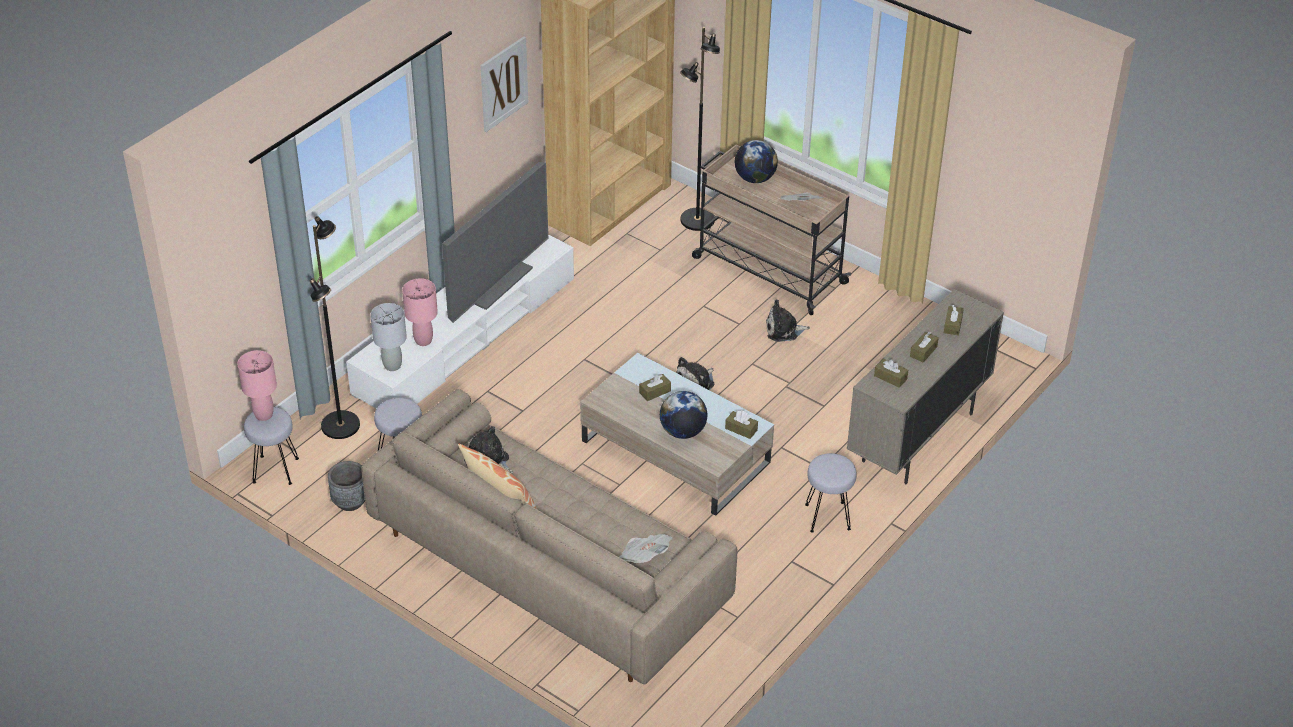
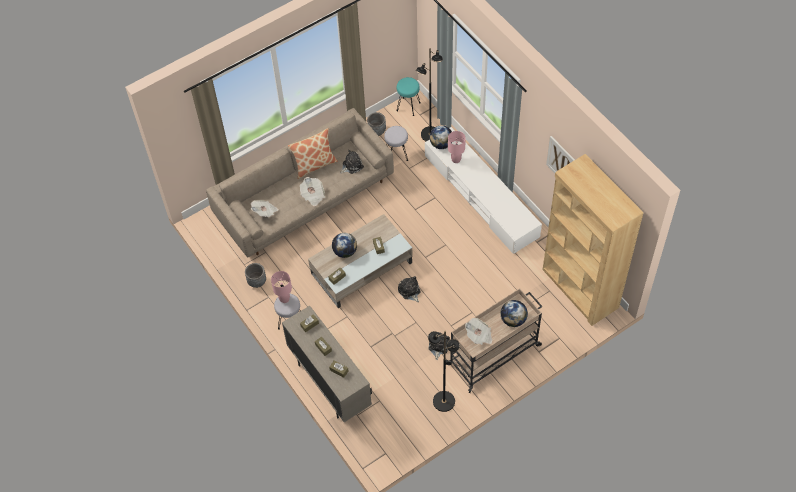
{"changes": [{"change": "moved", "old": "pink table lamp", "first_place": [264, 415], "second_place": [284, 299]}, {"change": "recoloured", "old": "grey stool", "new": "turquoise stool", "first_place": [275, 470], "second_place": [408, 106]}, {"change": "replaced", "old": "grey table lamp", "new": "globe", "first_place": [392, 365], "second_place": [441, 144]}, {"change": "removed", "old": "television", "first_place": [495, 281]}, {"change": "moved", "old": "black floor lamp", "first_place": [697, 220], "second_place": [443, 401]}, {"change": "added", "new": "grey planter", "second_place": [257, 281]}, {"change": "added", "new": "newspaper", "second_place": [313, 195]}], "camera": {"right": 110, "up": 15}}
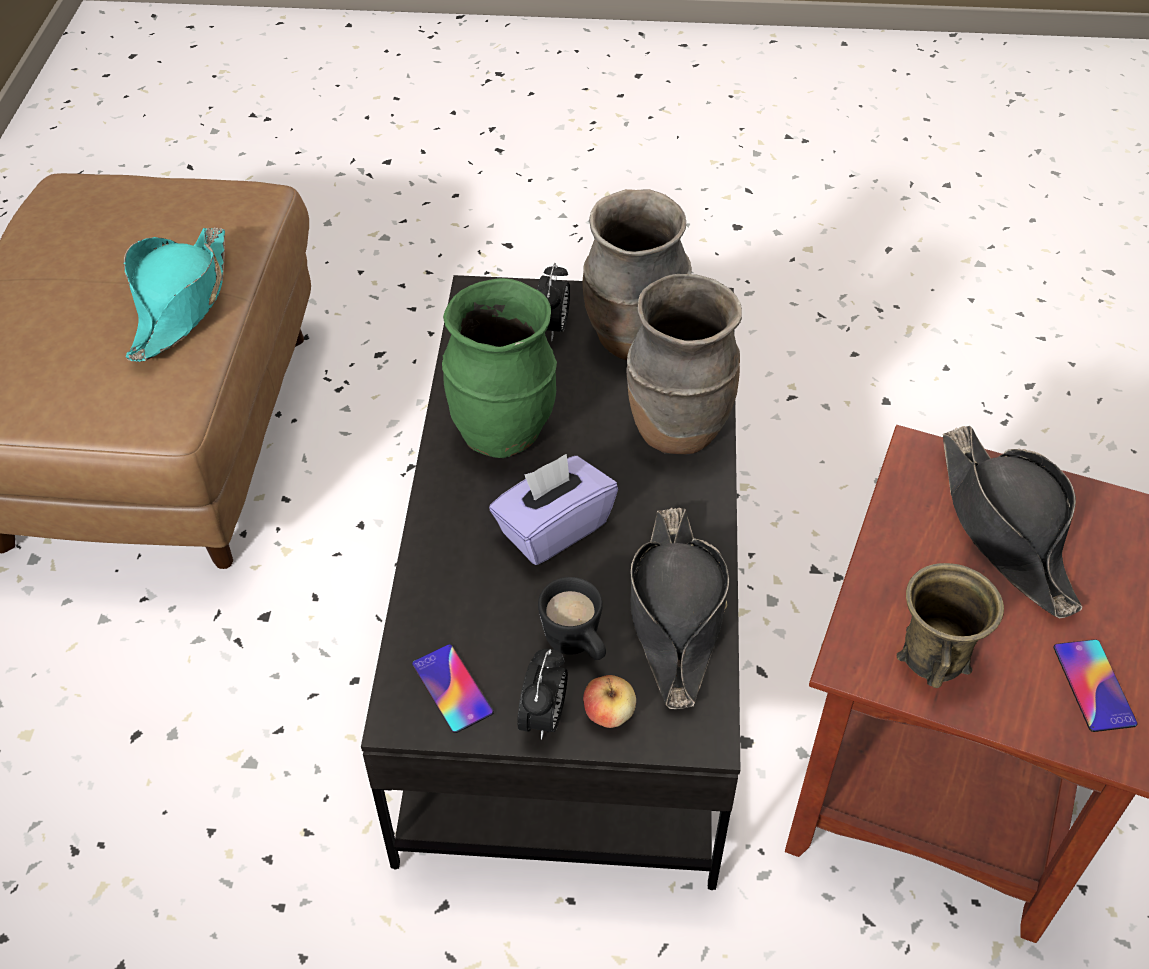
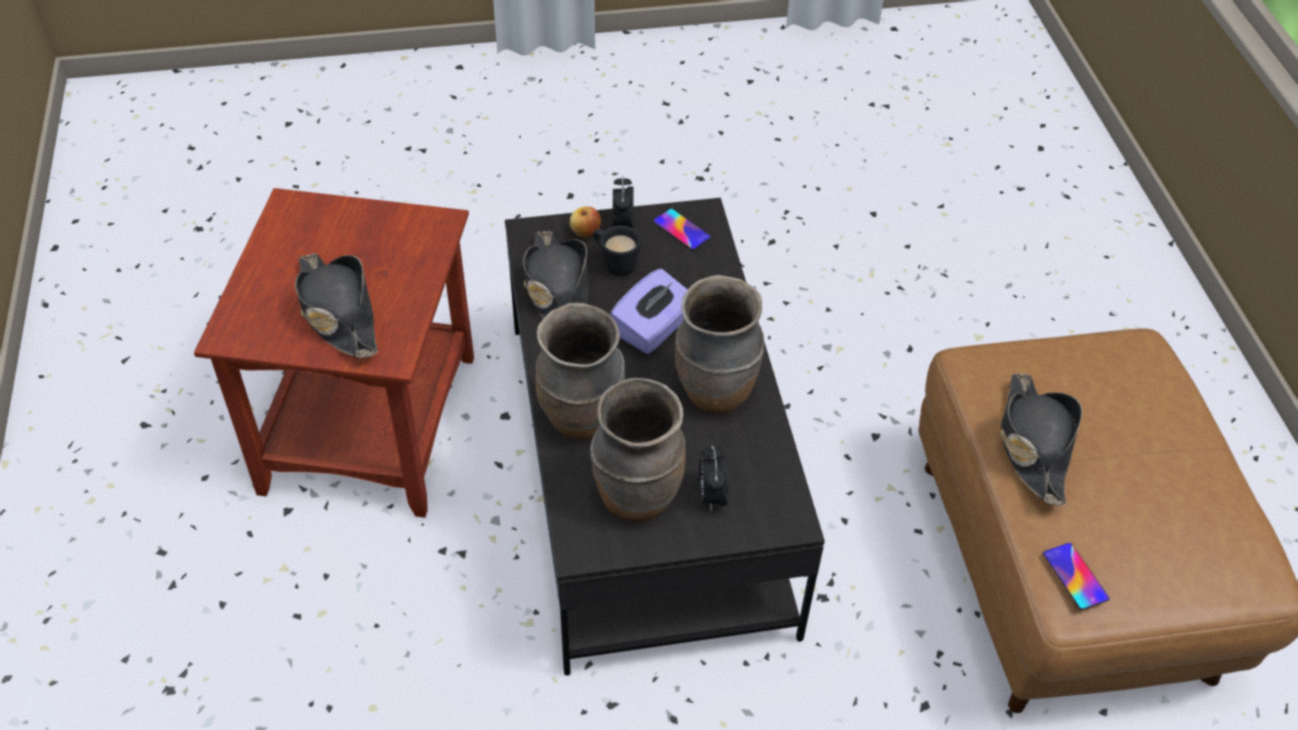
{"changes": [{"change": "recoloured", "old": "turquoise hat", "new": "black hat", "first_place": [180, 304], "second_place": [1033, 444]}, {"change": "recoloured", "old": "green vase", "new": "brown vase", "first_place": [503, 433], "second_place": [715, 392]}, {"change": "removed", "old": "brown mug", "first_place": [935, 656]}, {"change": "moved", "old": "phone", "first_place": [1093, 685], "second_place": [1075, 576]}], "camera": {"right": 165, "up": 0}}
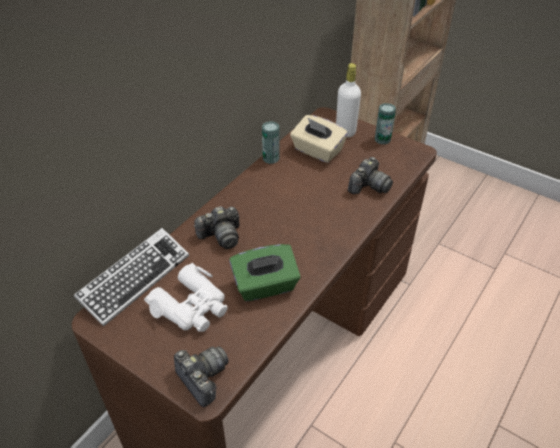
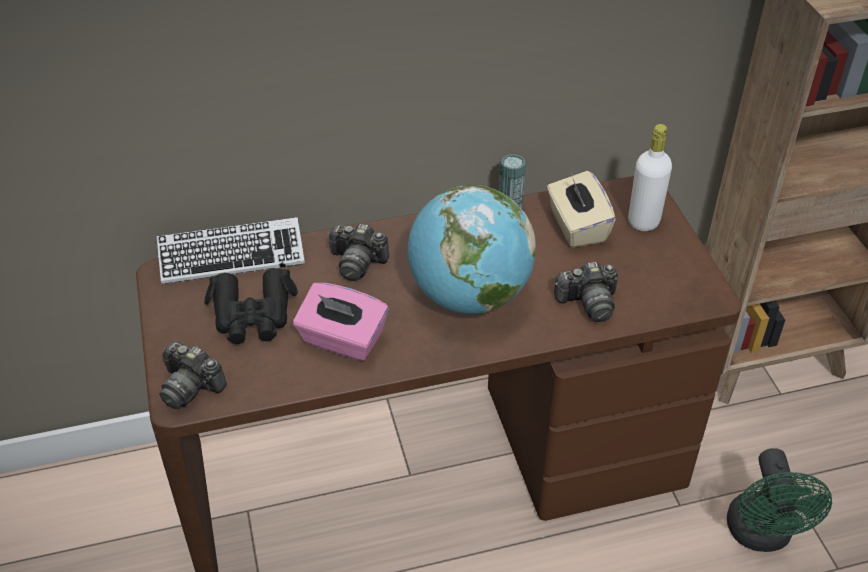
{"changes": [{"change": "recoloured", "old": "white binoculars", "new": "black binoculars", "first_place": [192, 307], "second_place": [253, 315]}, {"change": "turned", "old": "photo camera", "first_place": [203, 378], "second_place": [190, 386], "degrees": 120}, {"change": "recoloured", "old": "green tissue box", "new": "pink tissue box", "first_place": [265, 286], "second_place": [342, 340]}, {"change": "removed", "old": "can", "first_place": [382, 139]}, {"change": "added", "new": "globe", "second_place": [469, 296]}, {"change": "added", "new": "green fan", "second_place": [761, 535]}], "camera": {"right": 40, "up": 0}}
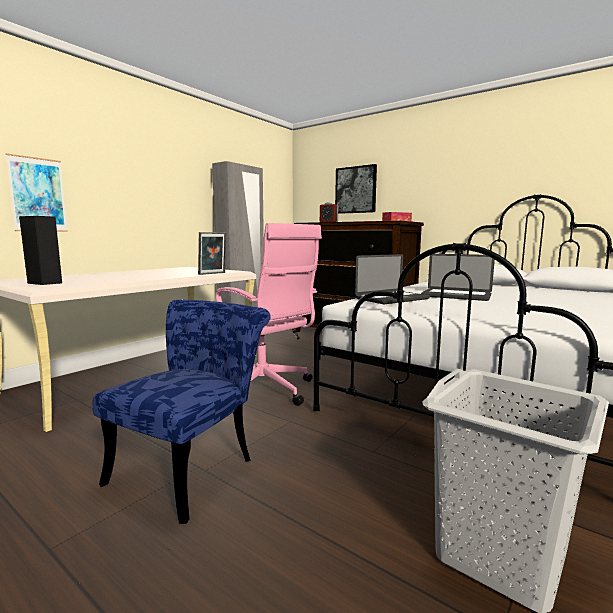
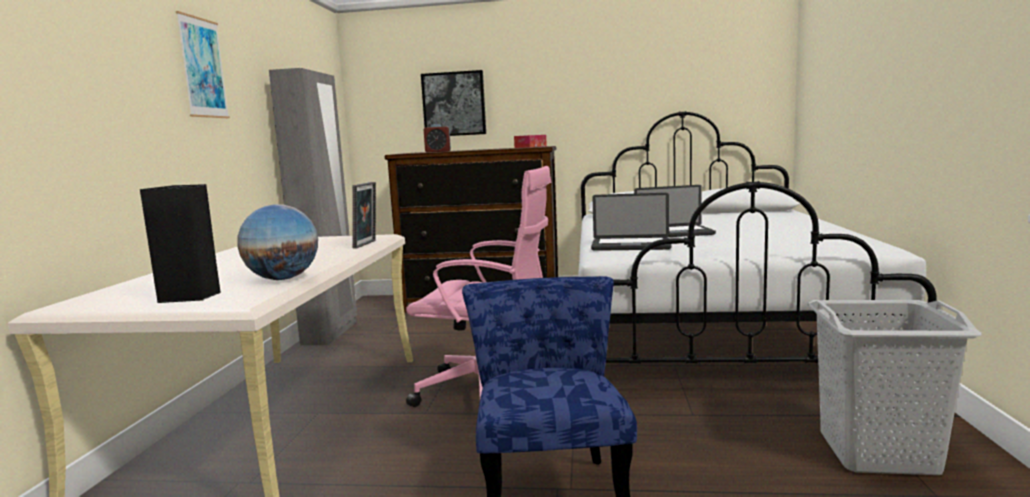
{"changes": [{"change": "moved", "old": "picture", "first_place": [38, 195], "second_place": [203, 68]}, {"change": "turned", "old": "laptop", "first_place": [392, 299], "second_place": [630, 246], "degrees": 75}, {"change": "added", "new": "globe", "second_place": [282, 279]}], "camera": {"right": -30, "up": 0}}
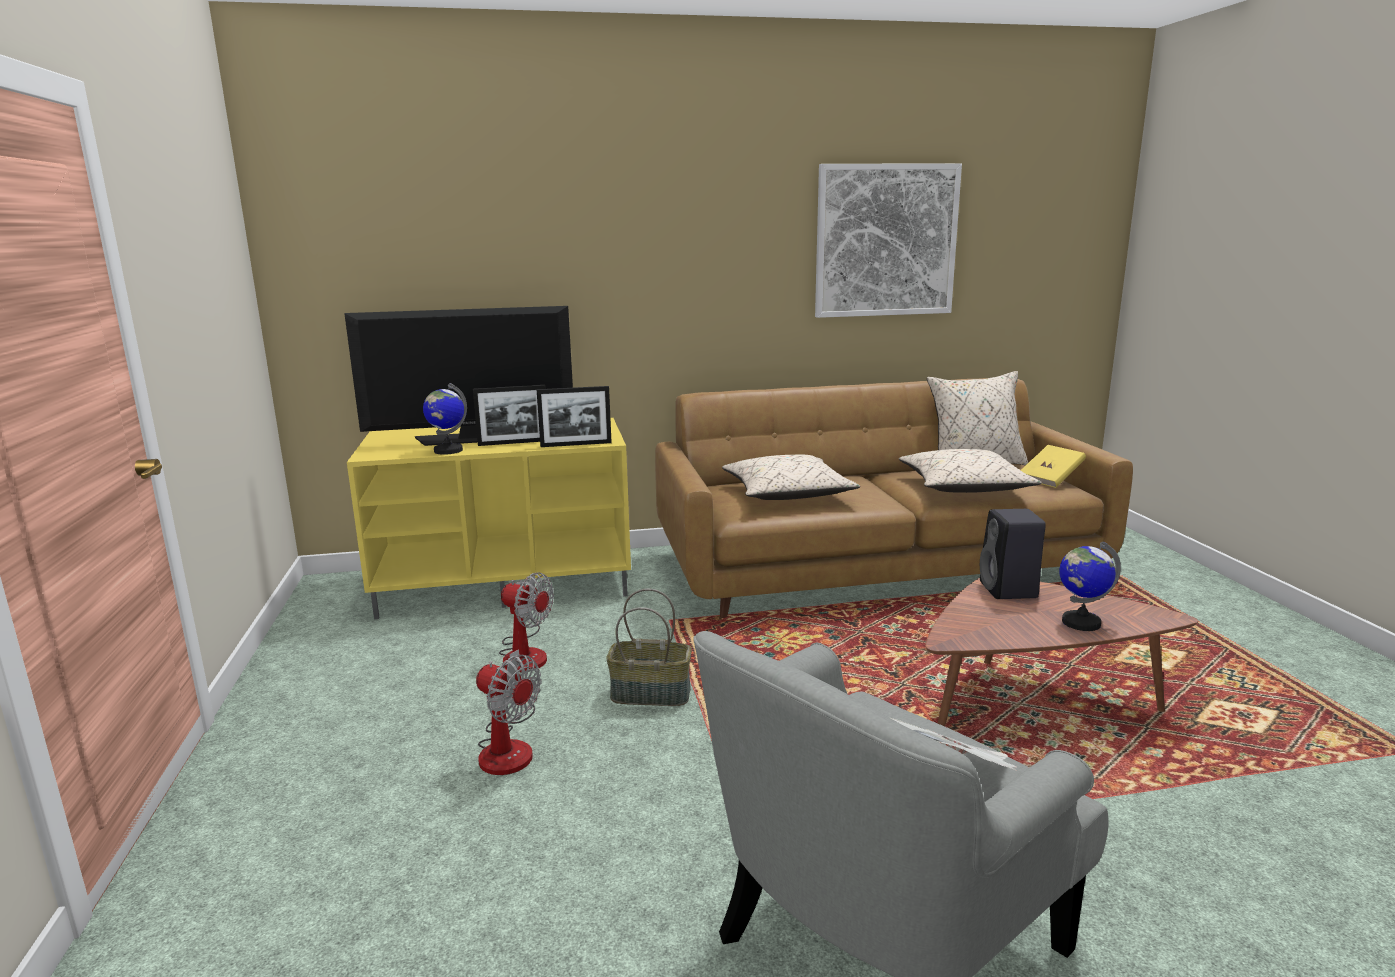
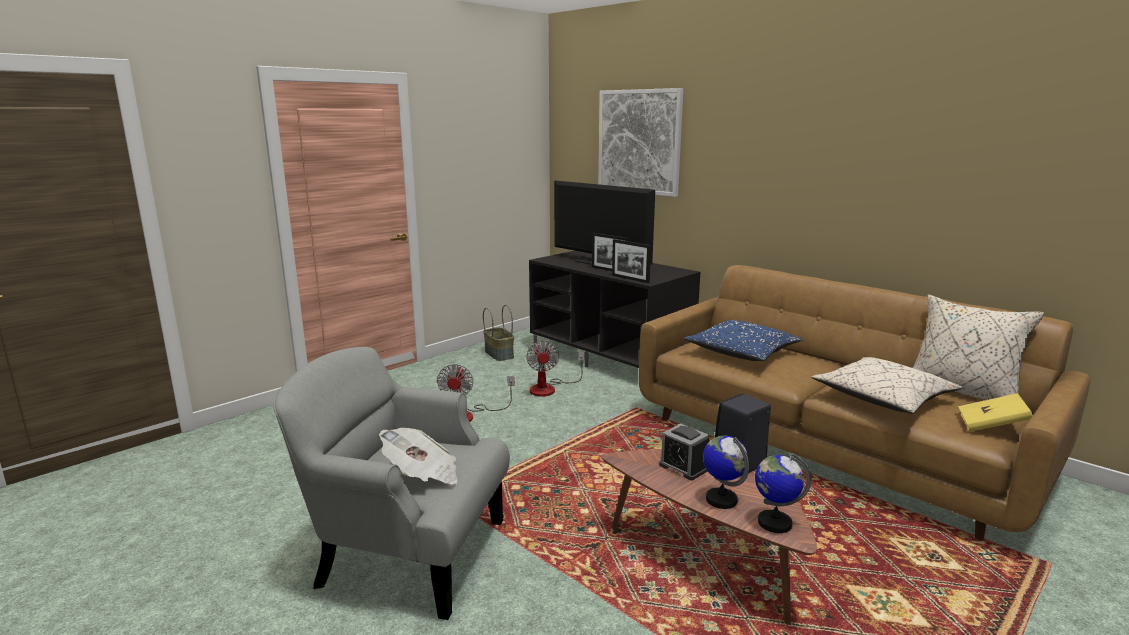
{"changes": [{"change": "recoloured", "old": "yellow tv stand", "new": "black tv stand", "first_place": [507, 583], "second_place": [611, 357]}, {"change": "moved", "old": "globe", "first_place": [448, 450], "second_place": [774, 523]}, {"change": "moved", "old": "basket", "first_place": [651, 693], "second_place": [499, 354]}, {"change": "recoloured", "old": "beige pillow", "new": "blue pillow", "first_place": [787, 494], "second_place": [742, 353]}, {"change": "moved", "old": "picture", "first_place": [886, 241], "second_place": [639, 142]}, {"change": "added", "new": "alarm clock", "second_place": [683, 467]}], "camera": {"right": 55, "up": 0}}
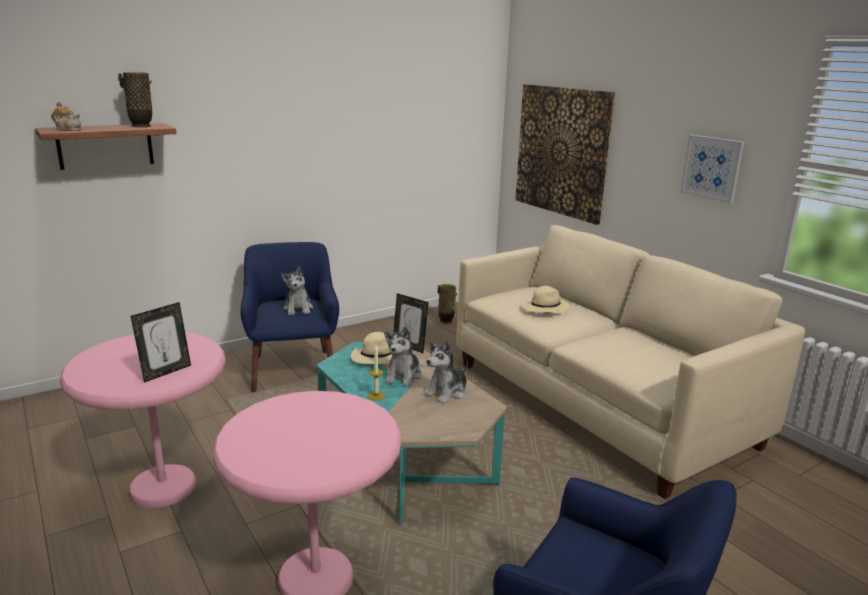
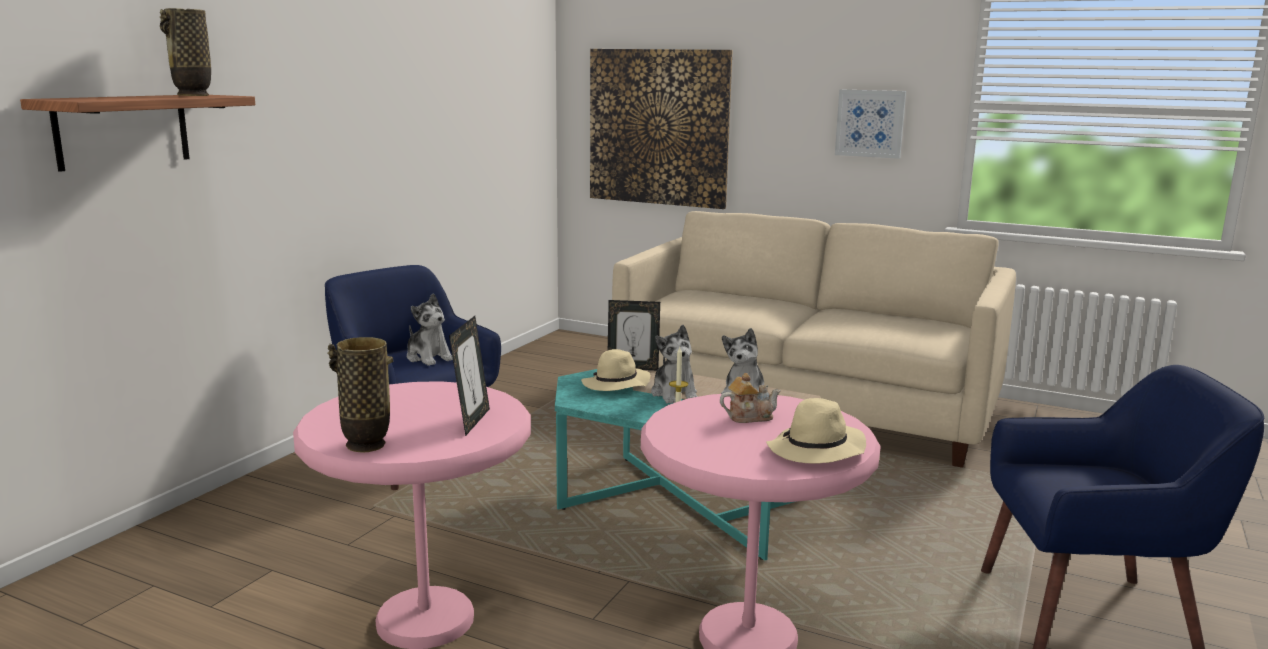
{"changes": [{"change": "moved", "old": "teapot", "first_place": [68, 129], "second_place": [749, 417]}, {"change": "moved", "old": "vase", "first_place": [446, 321], "second_place": [366, 445]}, {"change": "moved", "old": "beige hat", "first_place": [544, 309], "second_place": [816, 451]}], "camera": {"right": -30, "up": -5}}
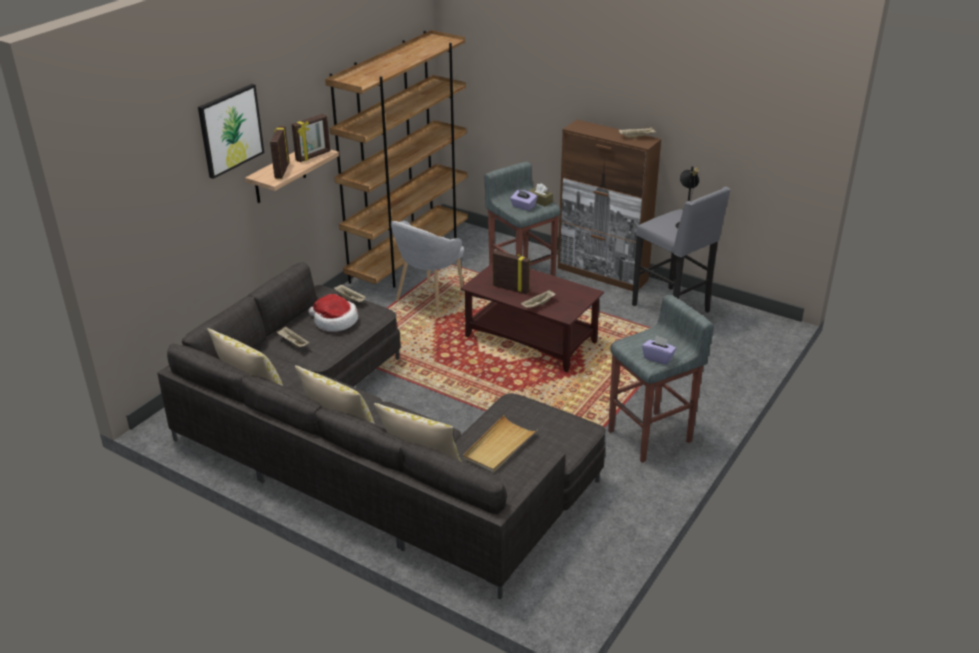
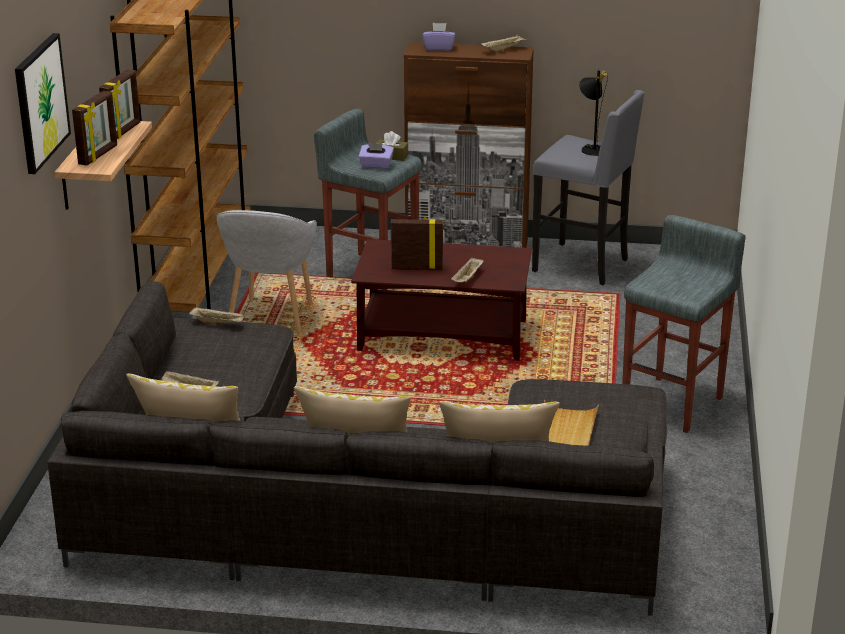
{"changes": [{"change": "turned", "old": "picture frame", "first_place": [281, 171], "second_place": [99, 155], "degrees": -135}, {"change": "removed", "old": "hat", "first_place": [334, 321]}, {"change": "moved", "old": "purple tissue box", "first_place": [658, 358], "second_place": [439, 48]}], "camera": {"right": -25, "up": -5}}
